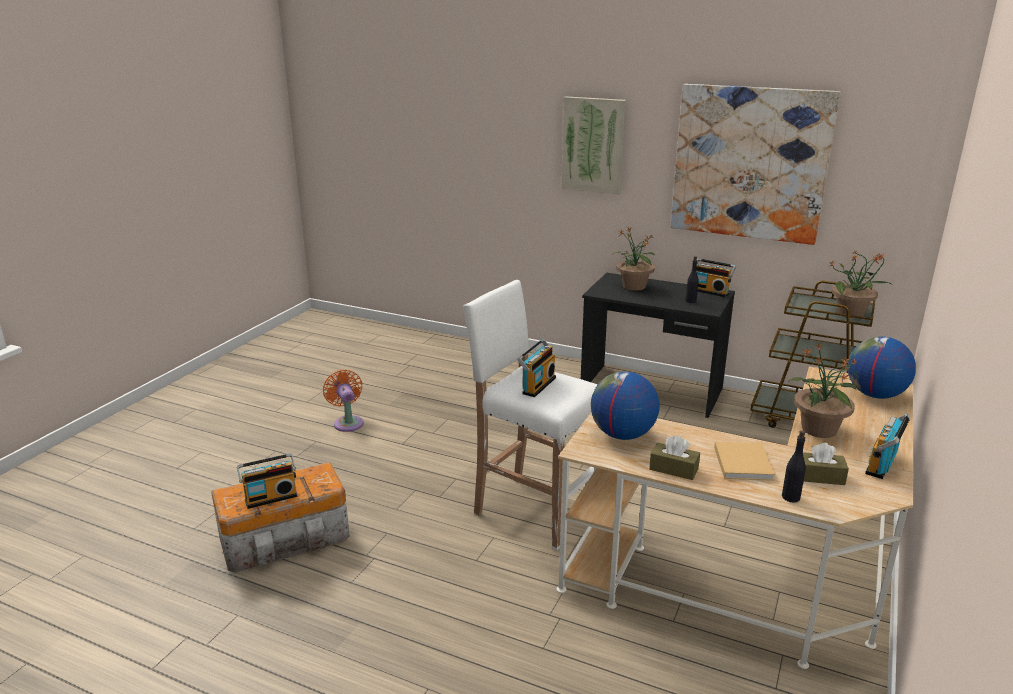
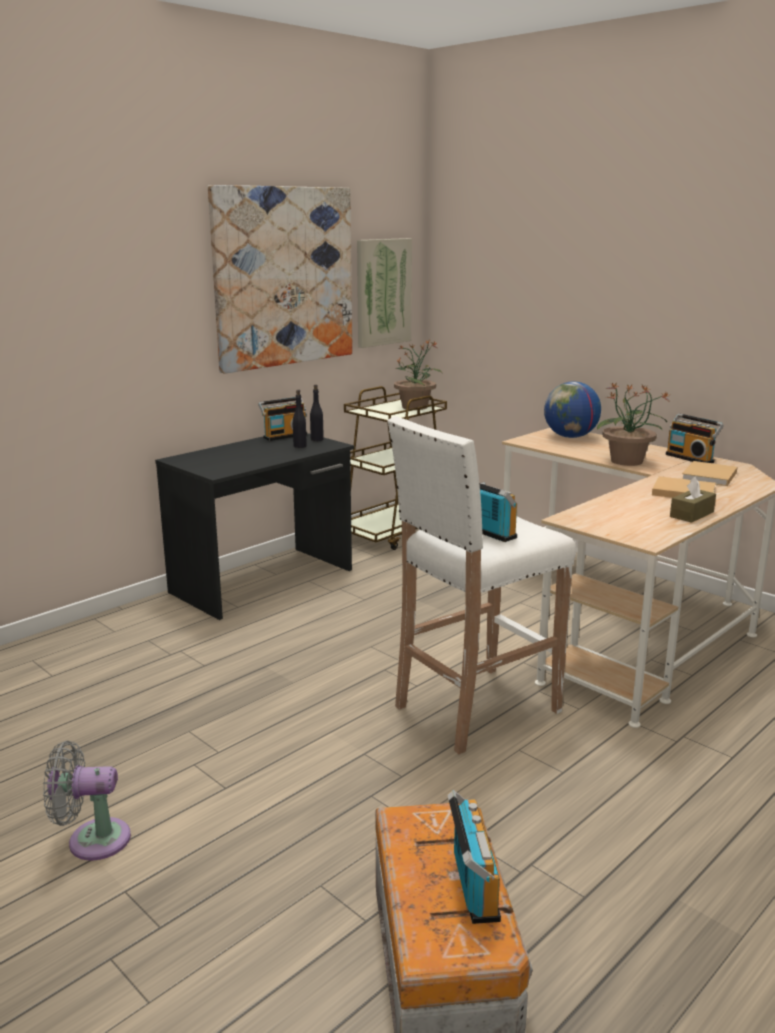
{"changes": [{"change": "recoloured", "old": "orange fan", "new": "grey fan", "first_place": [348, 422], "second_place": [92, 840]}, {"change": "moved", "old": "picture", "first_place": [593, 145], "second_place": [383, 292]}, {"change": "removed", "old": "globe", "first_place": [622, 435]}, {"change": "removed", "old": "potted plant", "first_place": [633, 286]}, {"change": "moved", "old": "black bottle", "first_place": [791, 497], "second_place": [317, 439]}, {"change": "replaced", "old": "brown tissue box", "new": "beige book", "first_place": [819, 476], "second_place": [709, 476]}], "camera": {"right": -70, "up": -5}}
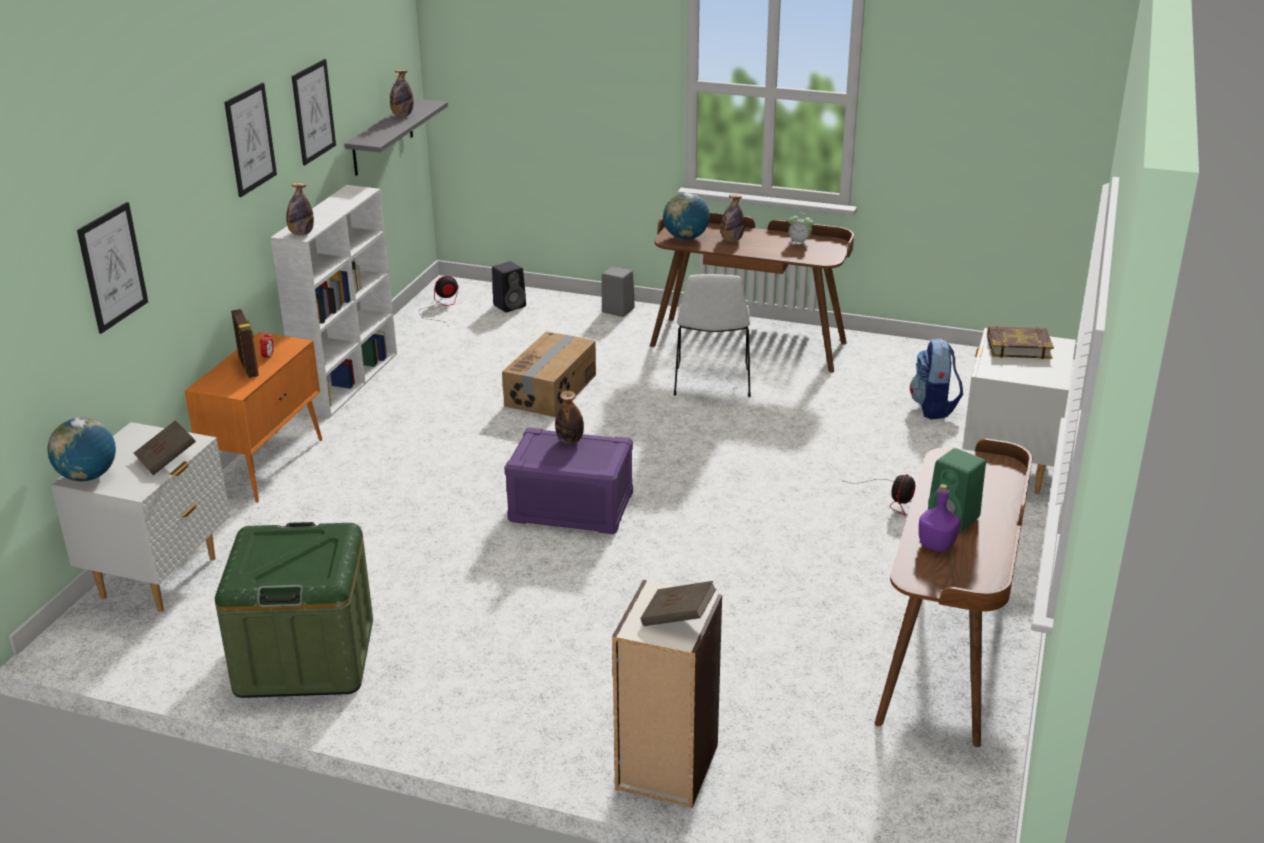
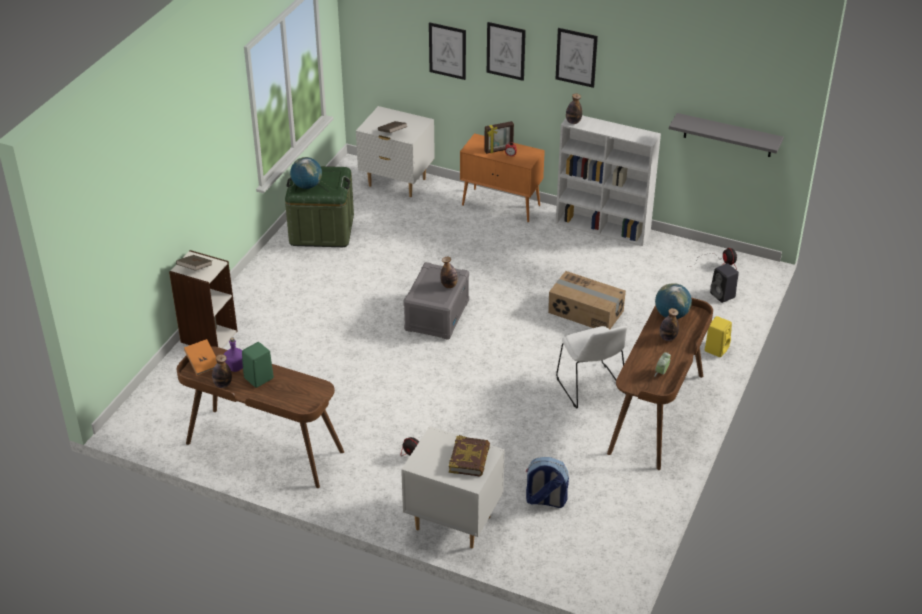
{"changes": [{"change": "moved", "old": "globe", "first_place": [88, 476], "second_place": [307, 186]}, {"change": "moved", "old": "picture", "first_place": [313, 111], "second_place": [506, 51]}, {"change": "moved", "old": "bottle", "first_place": [402, 115], "second_place": [223, 384]}, {"change": "recoloured", "old": "purple storage box", "new": "grey storage box", "first_place": [570, 508], "second_place": [436, 315]}, {"change": "recoloured", "old": "grey speaker", "new": "yellow speaker", "first_place": [616, 310], "second_place": [716, 348]}, {"change": "turned", "old": "white chair", "first_place": [712, 383], "second_place": [591, 388], "degrees": -120}, {"change": "added", "new": "orange book", "second_place": [203, 363]}], "camera": {"right": 95, "up": 10}}
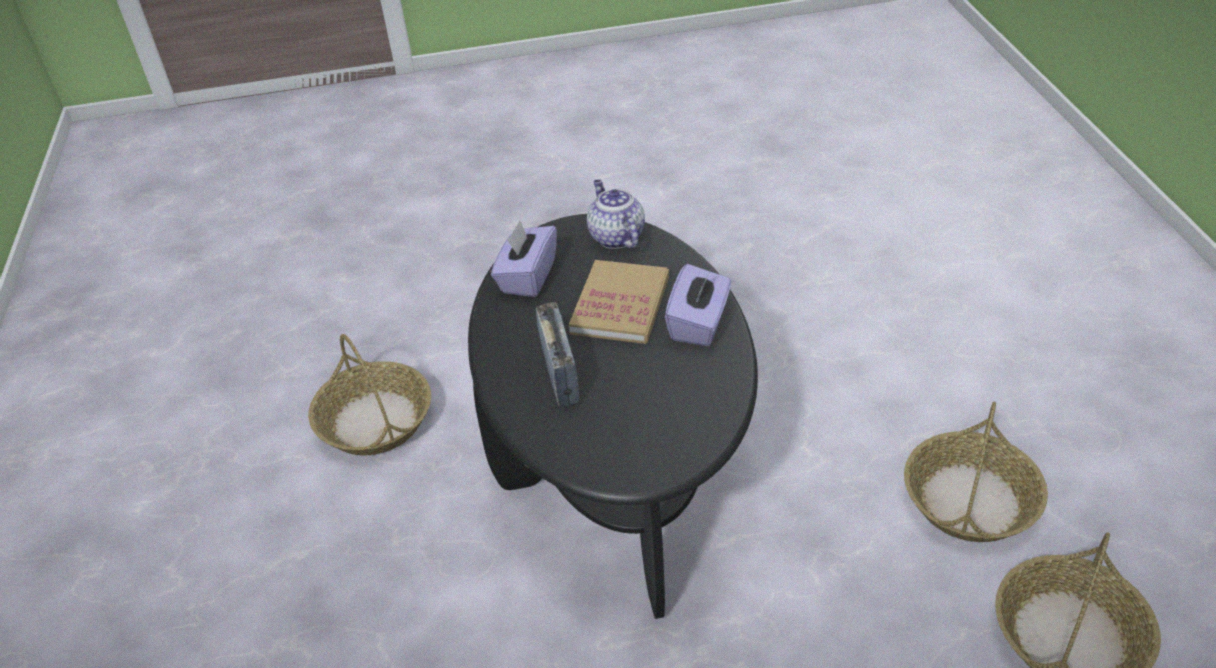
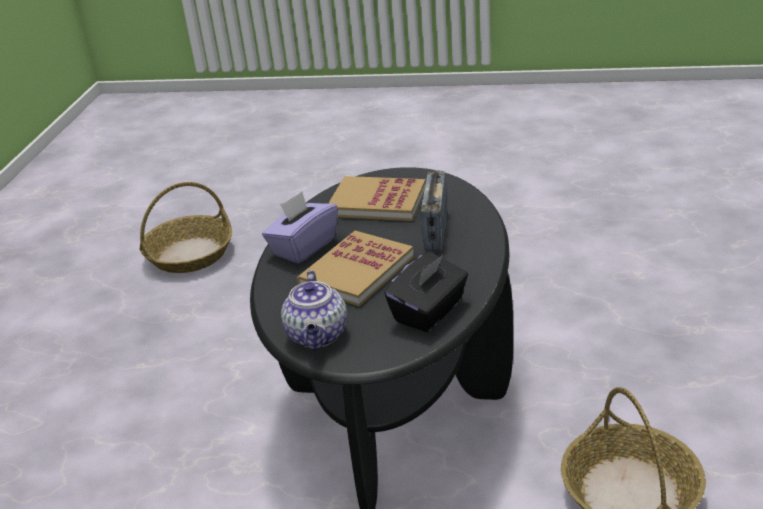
{"changes": [{"change": "recoloured", "old": "purple tissue box", "new": "black tissue box", "first_place": [527, 277], "second_place": [429, 311]}, {"change": "removed", "old": "basket", "first_place": [969, 499]}, {"change": "added", "new": "book", "second_place": [377, 202]}], "camera": {"right": -160, "up": -10}}
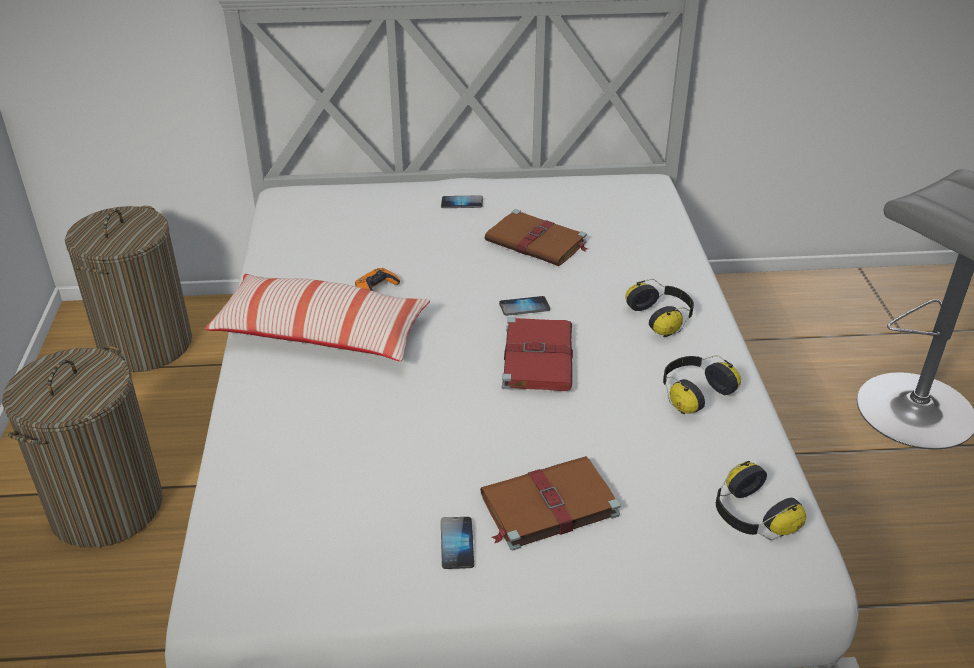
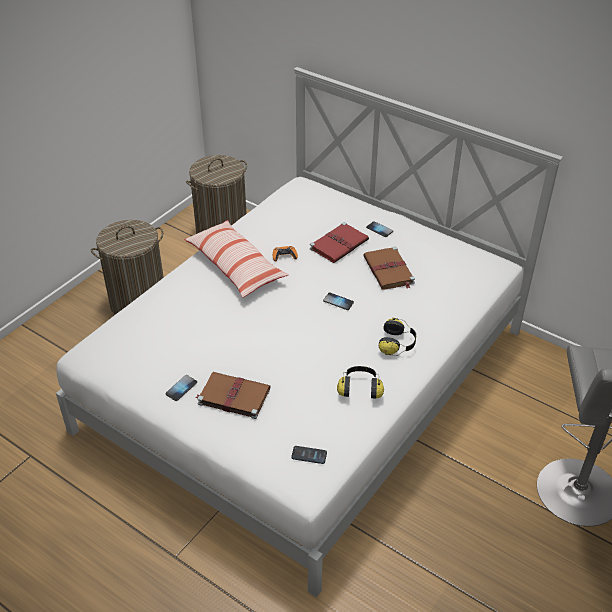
{"changes": [{"change": "moved", "old": "red book", "first_place": [537, 356], "second_place": [339, 244]}, {"change": "replaced", "old": "headphones", "new": "phone", "first_place": [750, 516], "second_place": [309, 455]}], "camera": {"right": 40, "up": 5}}
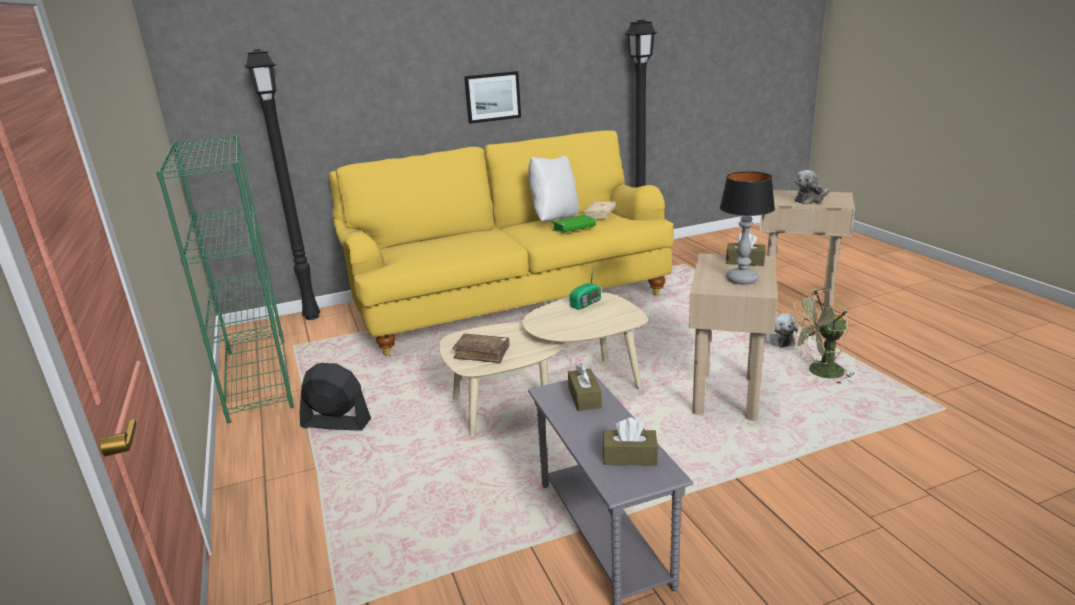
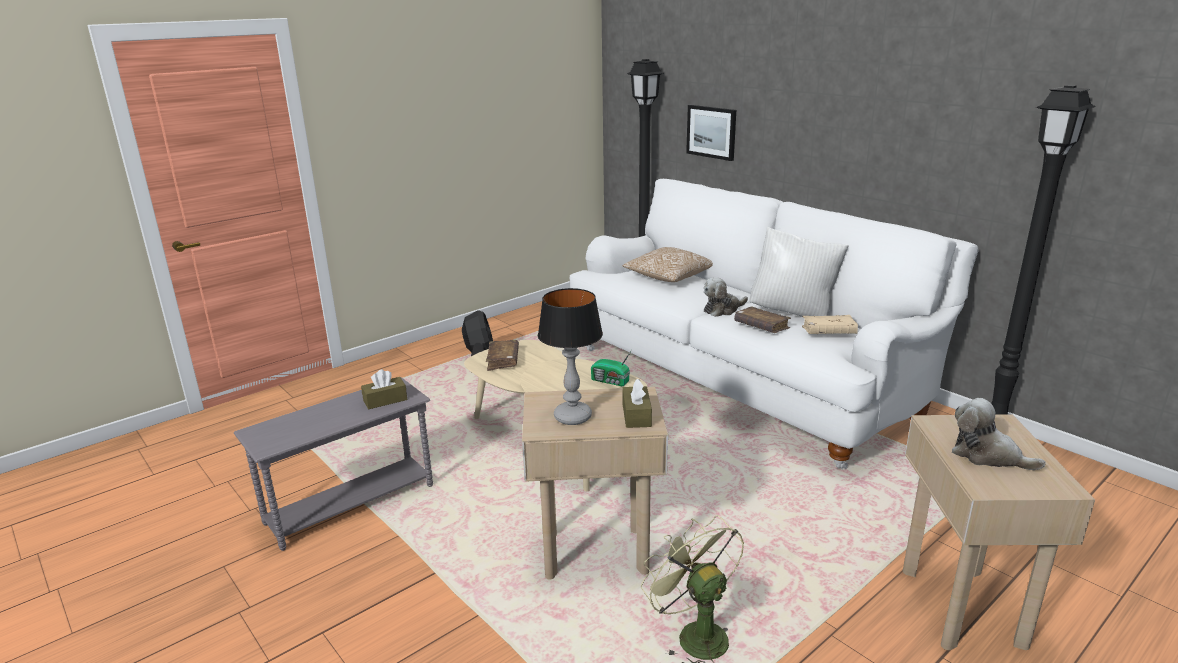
{"changes": [{"change": "removed", "old": "green bookcase", "first_place": [258, 378]}, {"change": "recoloured", "old": "yellow sofa", "new": "white sofa", "first_place": [508, 302], "second_place": [743, 379]}, {"change": "moved", "old": "picture", "first_place": [492, 97], "second_place": [711, 132]}, {"change": "recoloured", "old": "green book", "new": "brown book", "first_place": [574, 229], "second_place": [761, 326]}, {"change": "removed", "old": "brown tissue box", "first_place": [630, 457]}, {"change": "moved", "old": "plush toy", "first_place": [777, 340], "second_place": [722, 309]}, {"change": "added", "new": "pillow", "second_place": [668, 277]}], "camera": {"right": 70, "up": 0}}
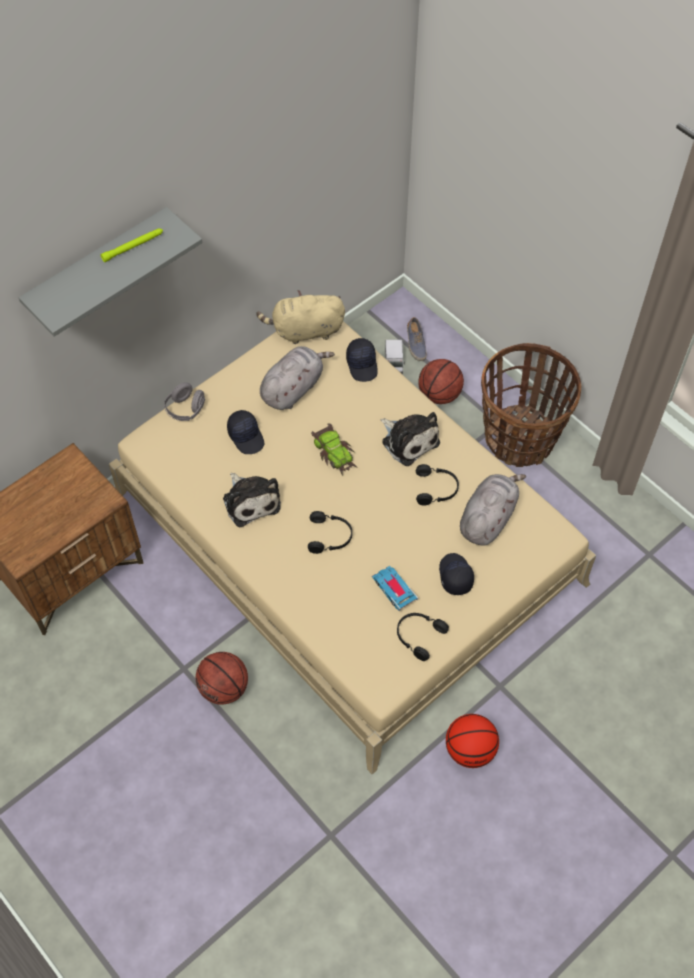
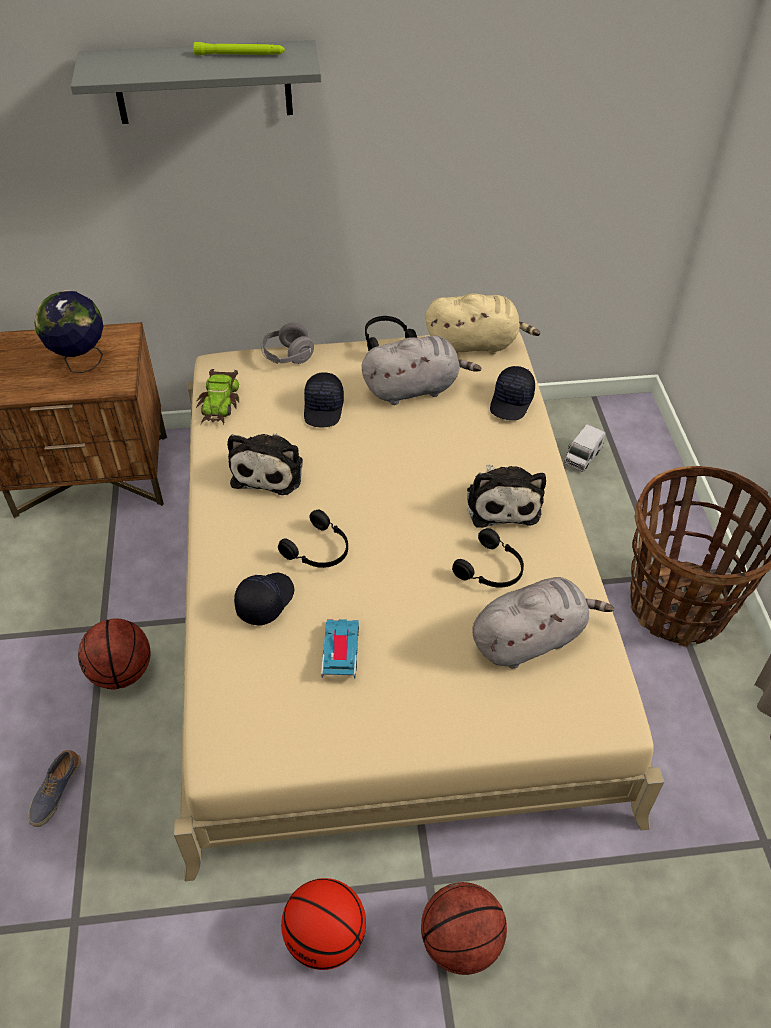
{"changes": [{"change": "turned", "old": "beige plush toy", "first_place": [305, 331], "second_place": [475, 344], "degrees": 150}, {"change": "moved", "old": "toy car", "first_place": [335, 452], "second_place": [220, 402]}, {"change": "moved", "old": "black headphones", "first_place": [418, 636], "second_place": [386, 340]}, {"change": "moved", "old": "shoe", "first_place": [415, 344], "second_place": [55, 792]}, {"change": "moved", "old": "basketball", "first_place": [439, 394], "second_place": [460, 941]}, {"change": "moved", "old": "black cap", "first_place": [455, 576], "second_place": [264, 601]}, {"change": "added", "new": "globe", "second_place": [80, 363]}], "camera": {"right": 35, "up": -10}}
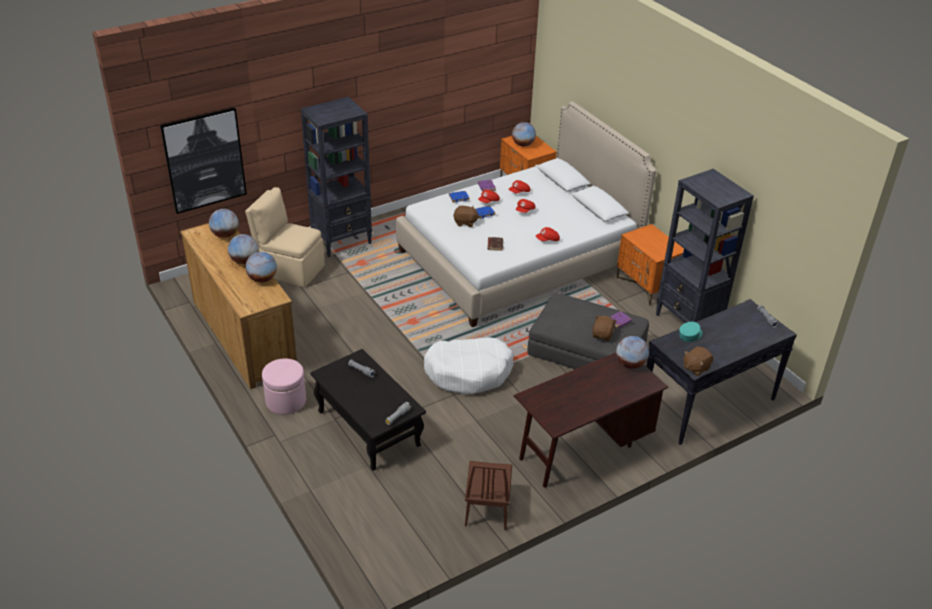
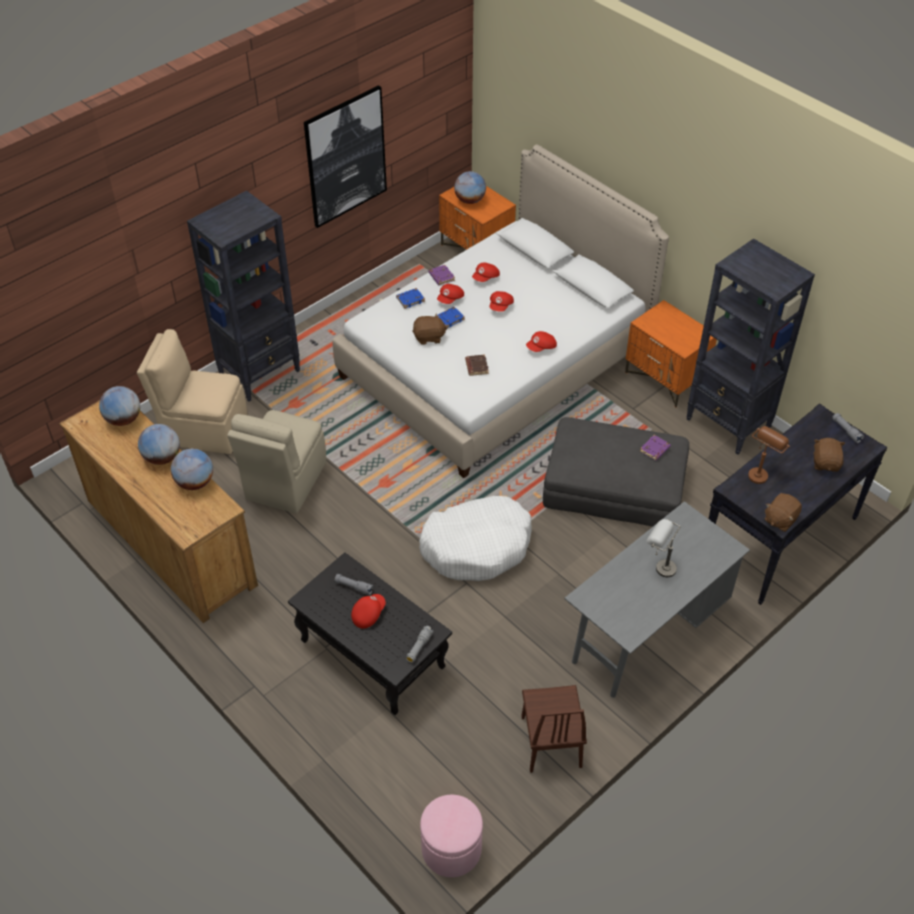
{"changes": [{"change": "moved", "old": "picture", "first_place": [204, 160], "second_place": [345, 157]}, {"change": "moved", "old": "pink ottoman", "first_place": [286, 401], "second_place": [451, 849]}, {"change": "recoloured", "old": "brown desk", "new": "grey desk", "first_place": [583, 449], "second_place": [646, 633]}, {"change": "moved", "old": "brown plush toy", "first_place": [602, 335], "second_place": [826, 463]}, {"change": "removed", "old": "globe", "first_place": [630, 364]}, {"change": "replaced", "old": "turquoise cap", "new": "brown table lamp", "first_place": [690, 335], "second_place": [761, 472]}, {"change": "added", "new": "beige chair", "second_place": [284, 482]}, {"change": "added", "new": "red cap", "second_place": [368, 614]}, {"change": "added", "new": "grey table lamp", "second_place": [659, 566]}], "camera": {"right": -10, "up": 10}}
